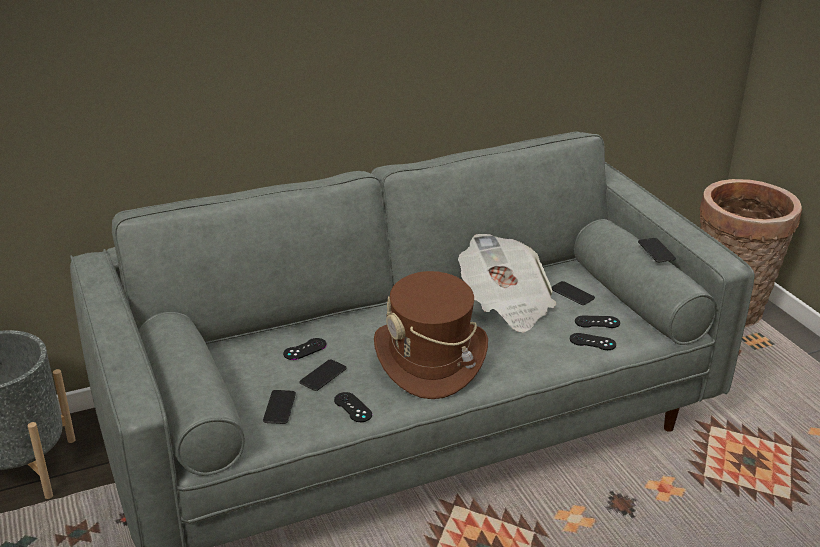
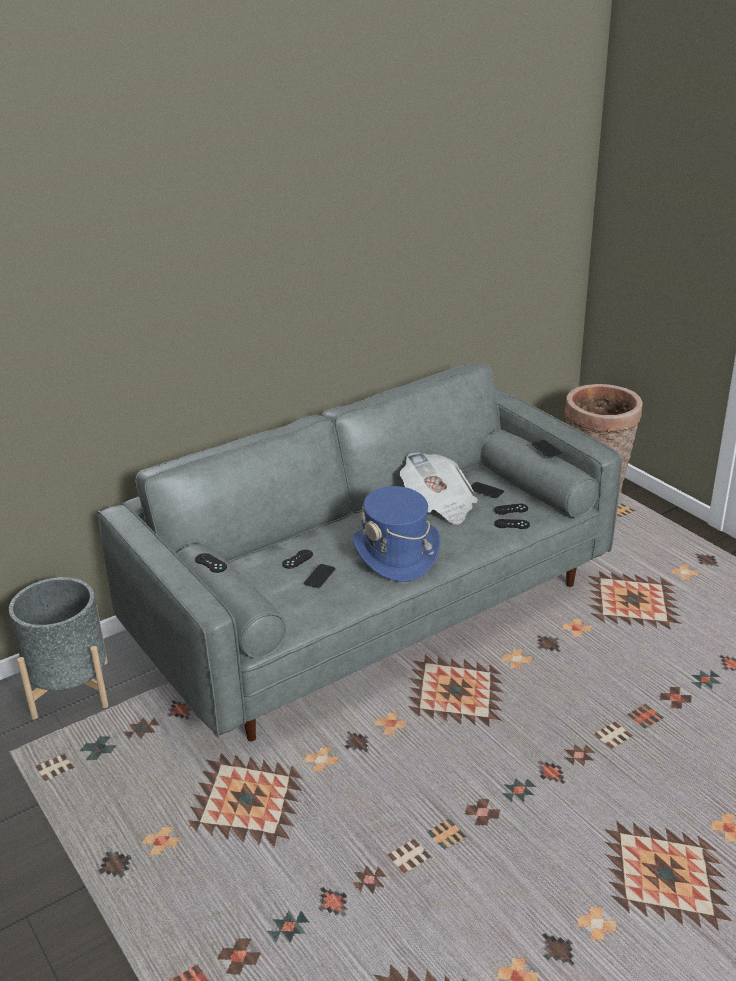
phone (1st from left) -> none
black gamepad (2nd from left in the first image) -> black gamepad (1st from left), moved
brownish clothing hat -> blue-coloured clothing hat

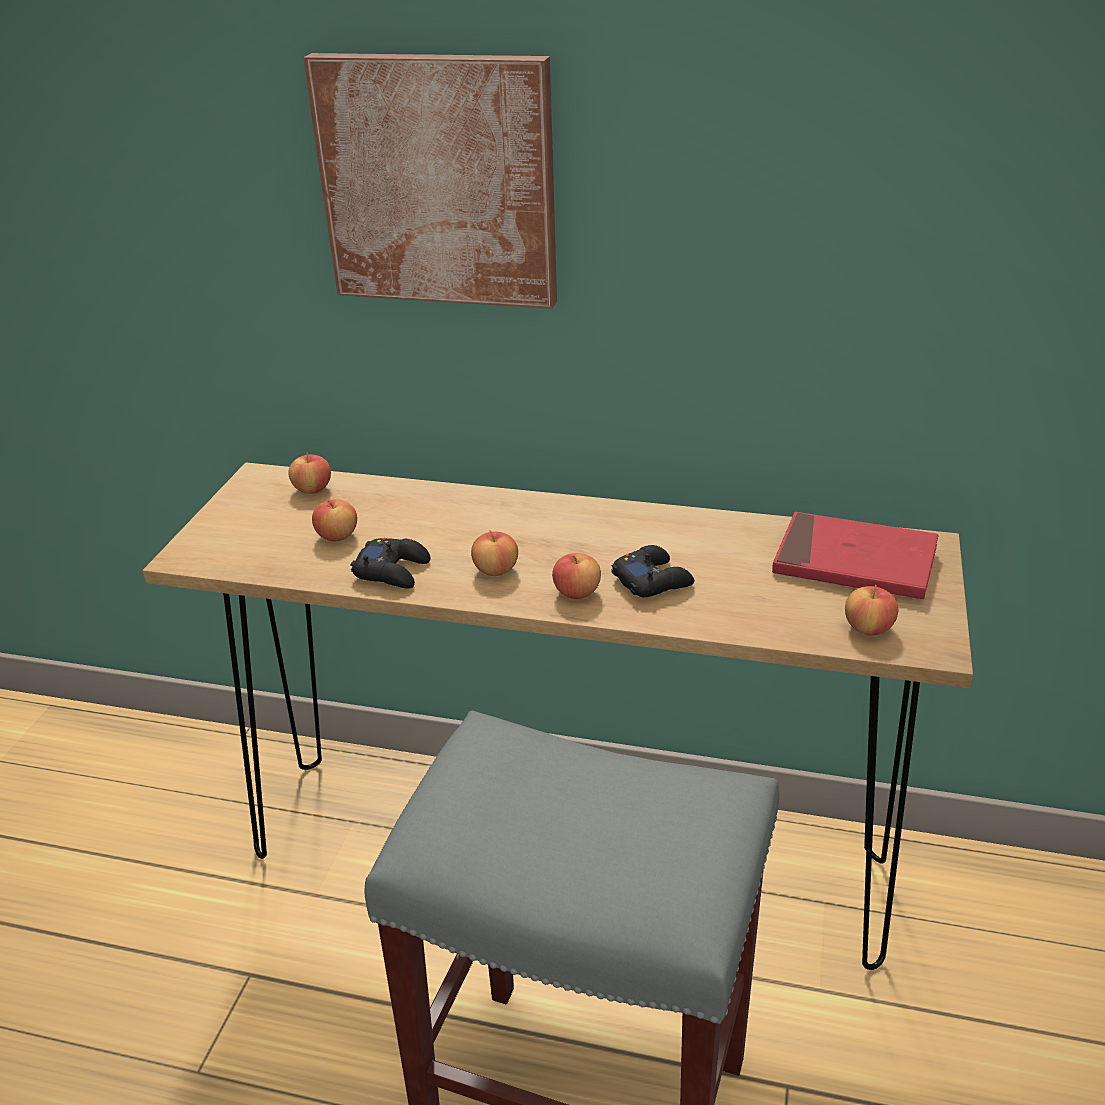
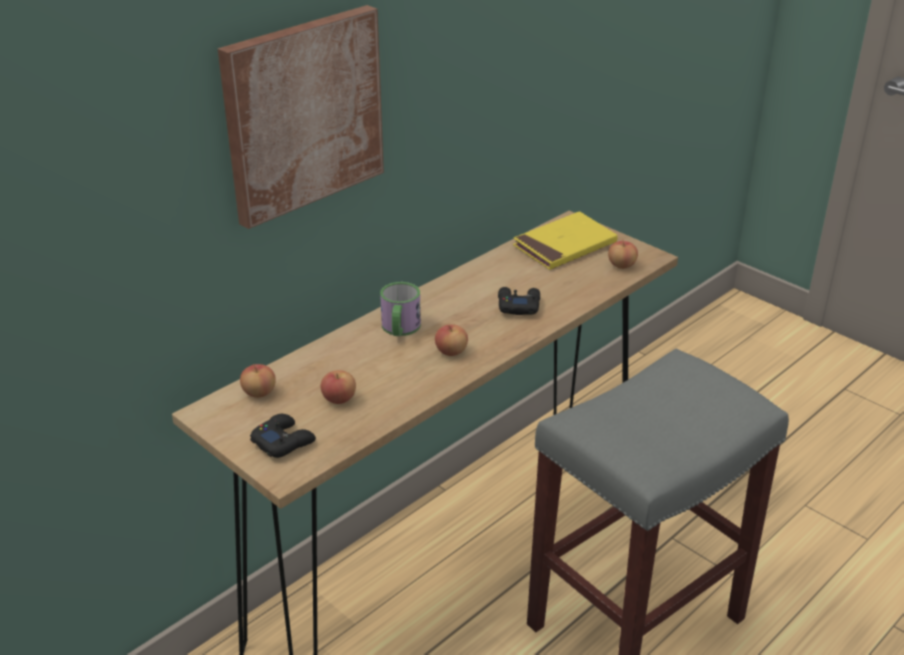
whole apple (4th from left) -> none
none -> coffee mug
black gamepad (1st from left), moved
reddish bound book -> yellowish bound book

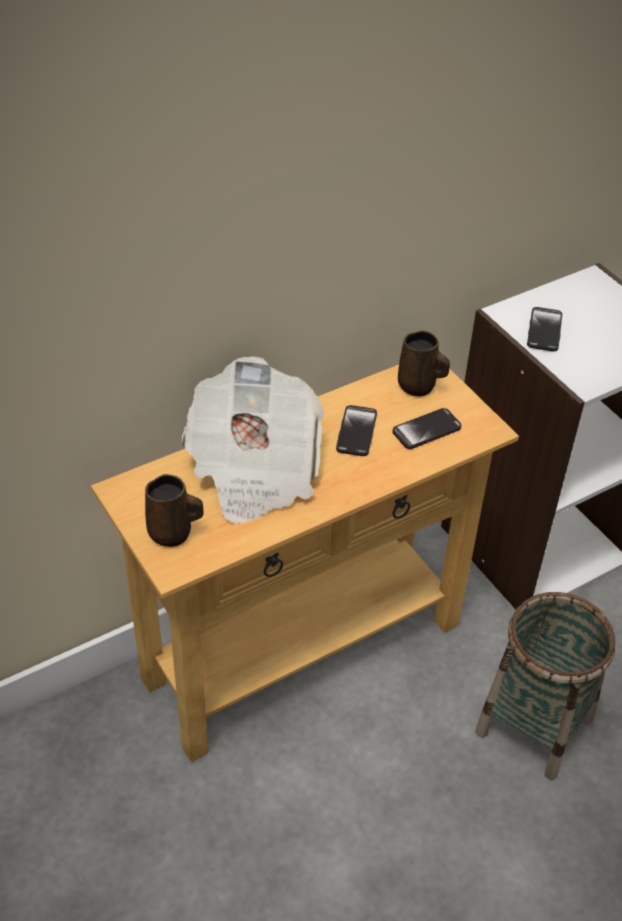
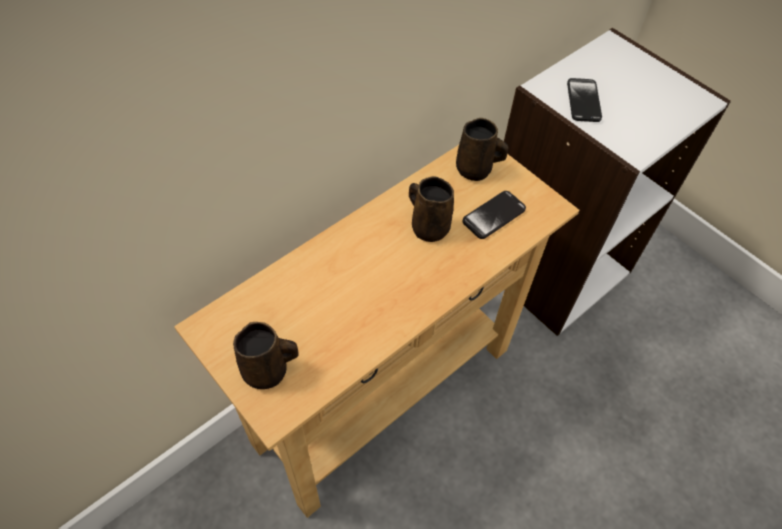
daily paper -> none
storage basket -> none
phone (1st from left) -> brownish coffee mug (2nd from left)

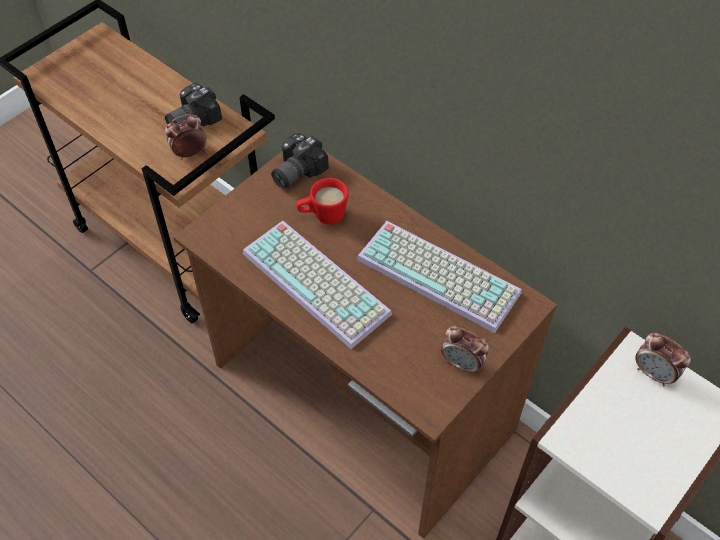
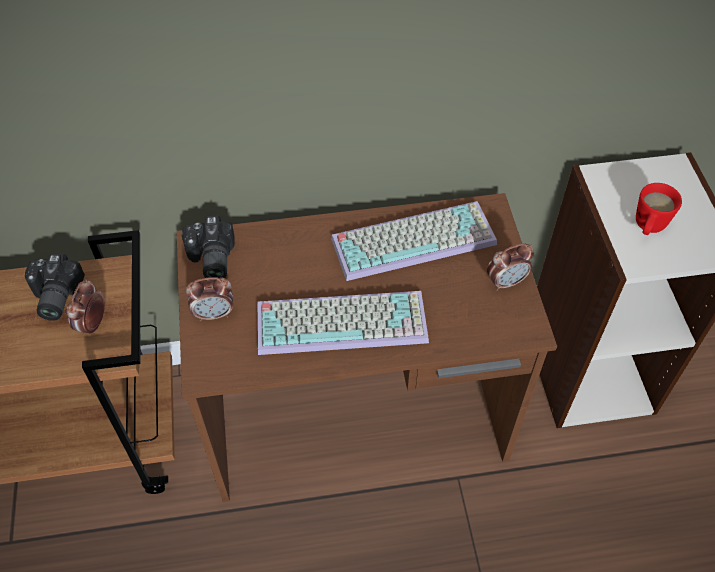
reddish coffee mug, moved
table clock (3rd from left in the first image) -> table clock (2nd from left), moved

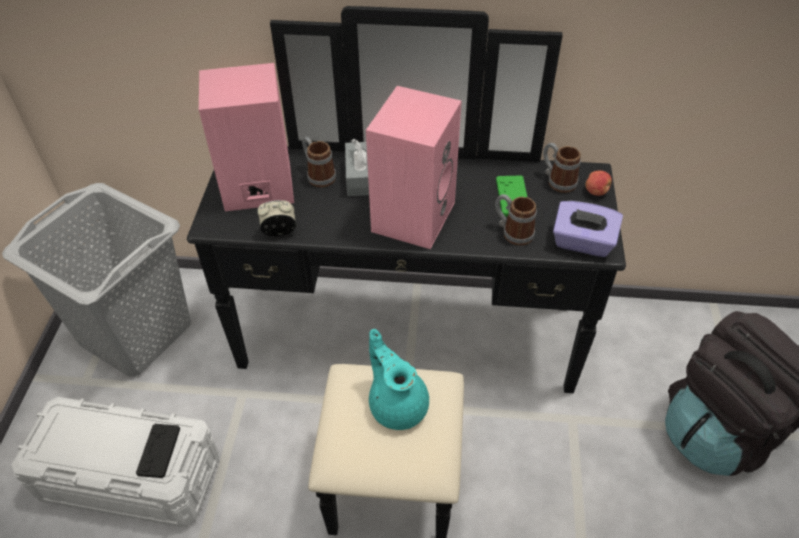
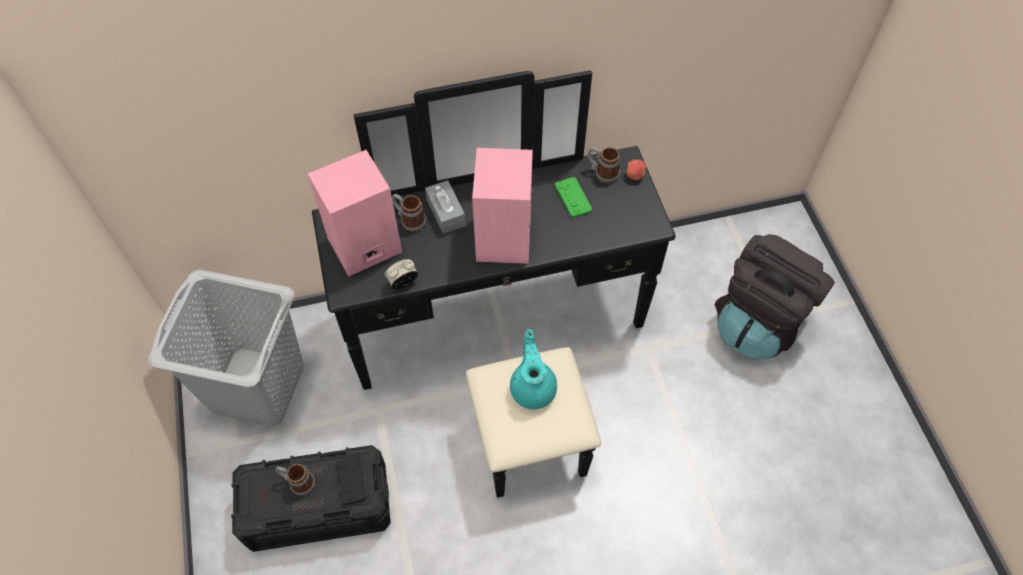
purple tissue holder -> none
coffee mug (2nd from left in the first image) -> coffee mug (1st from left), moved
white storage container -> black storage container
turquoise tea pot, 45 degrees clockwise

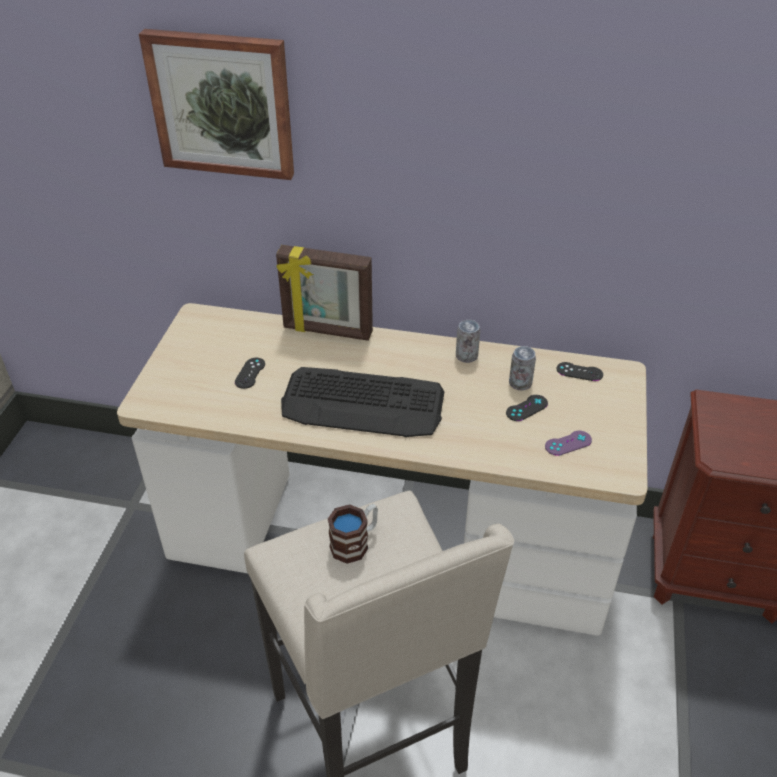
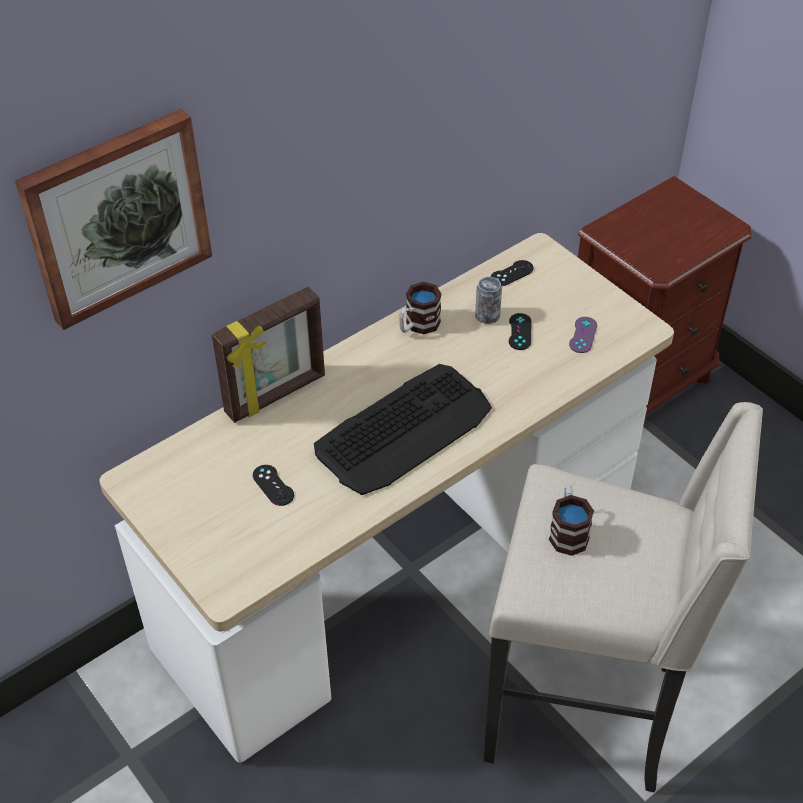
can (1st from left) -> coffee mug (1st from left)

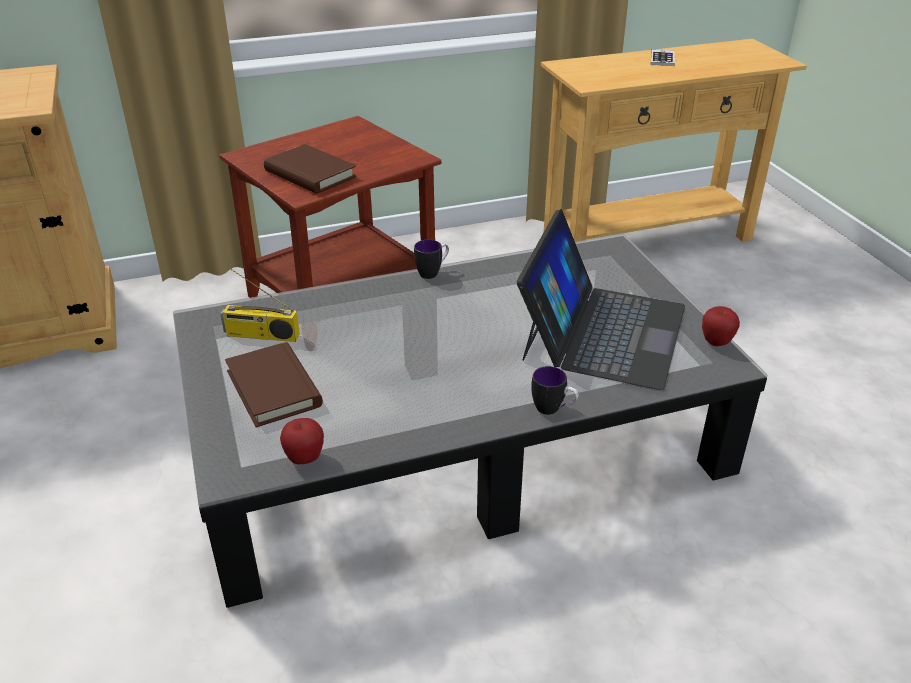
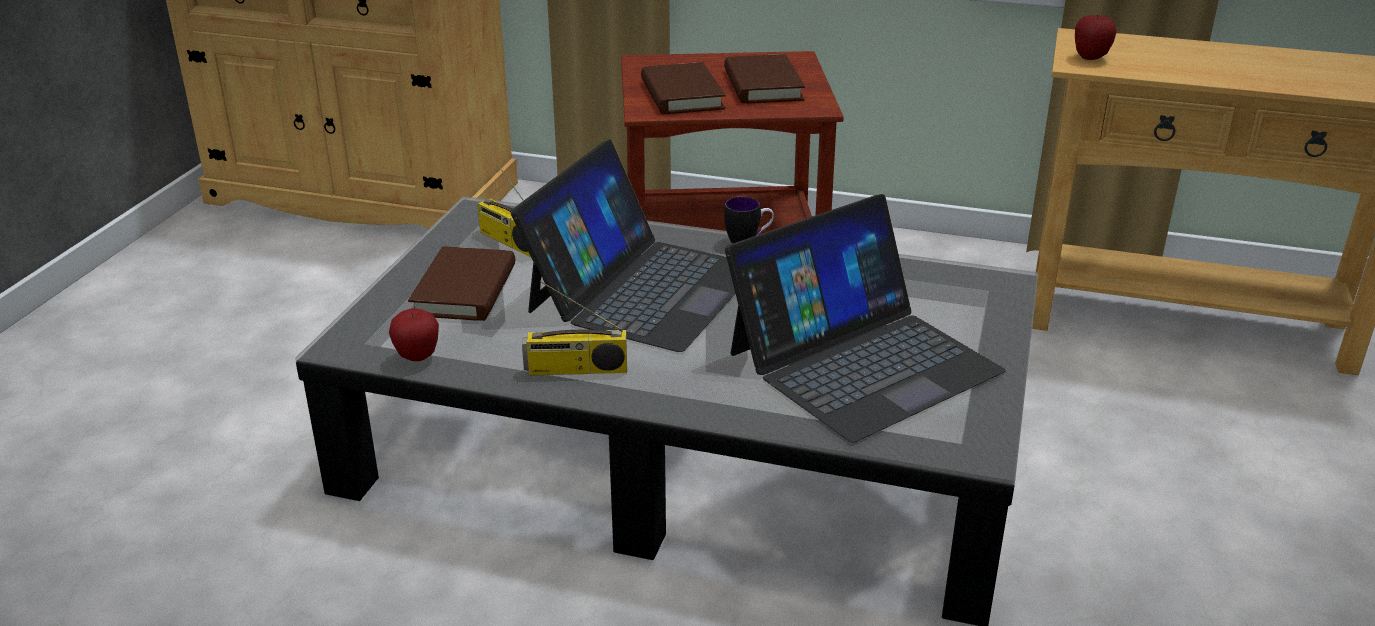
coffee mug (2nd from left) -> none
phone -> none
none -> portable computer (1st from left)
none -> radio receiver (2nd from left)
none -> brownish bound book (3rd from left)
whole apple (2nd from left), moved

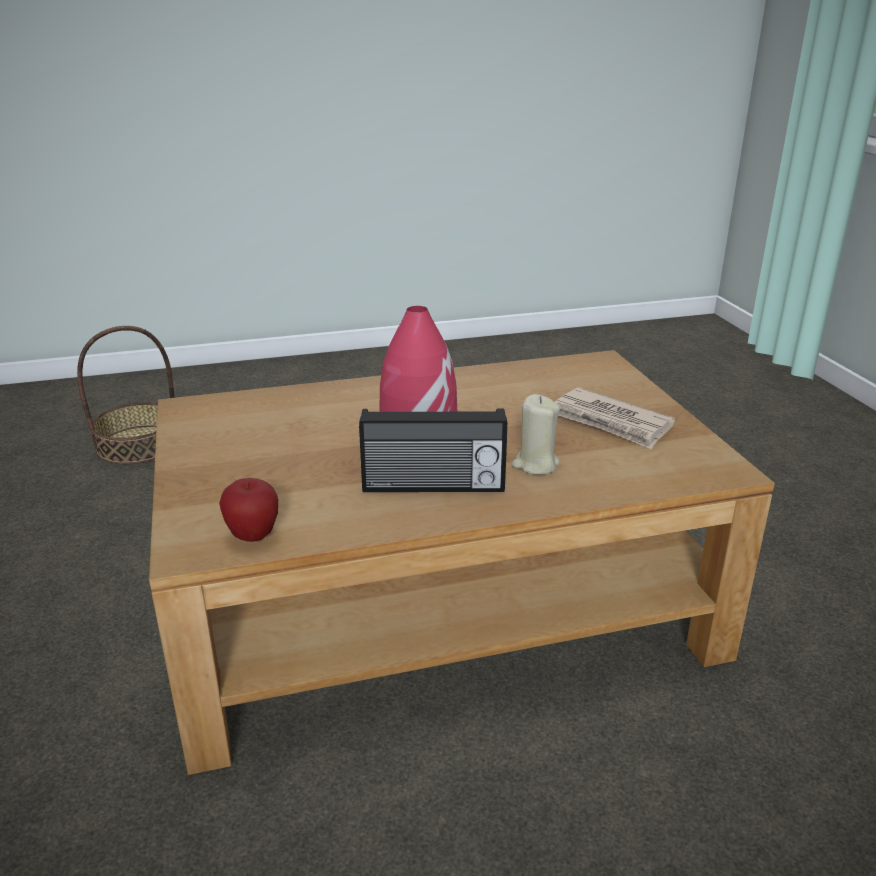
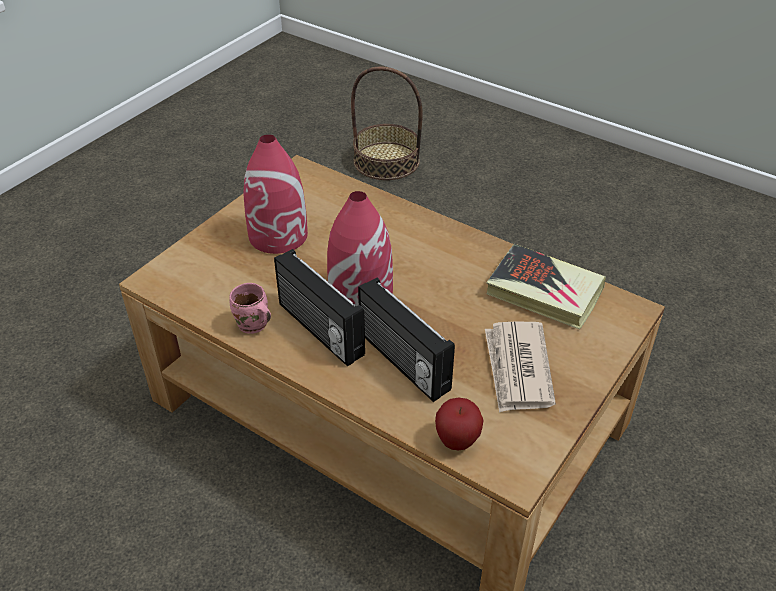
none -> pinkish coffee mug
none -> reddish decorative vase (1st from left)
none -> bound book
whole apple, moved
beige-coloured wax light -> radio receiver (2nd from left)

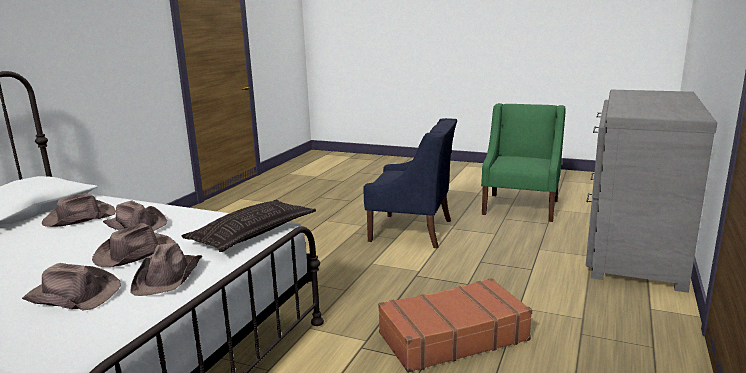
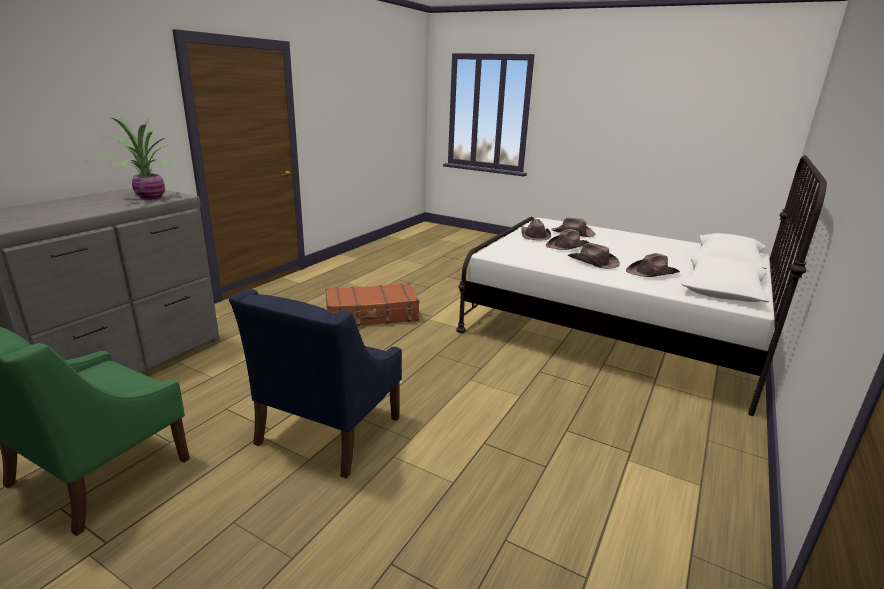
throw pillow -> none
none -> plant in a pot
blue-coloured lounge chair, 90 degrees counterclockwise

